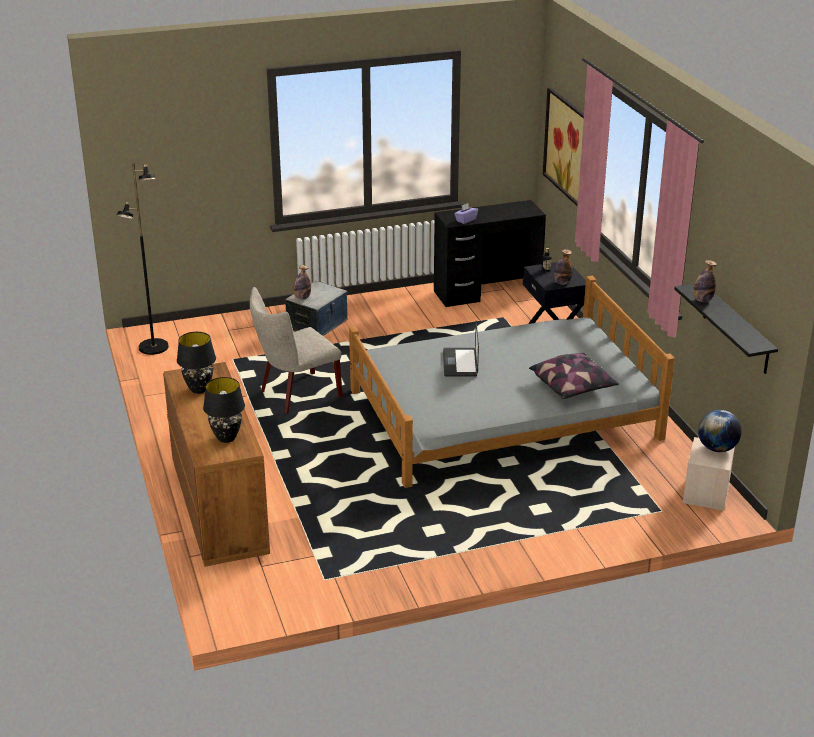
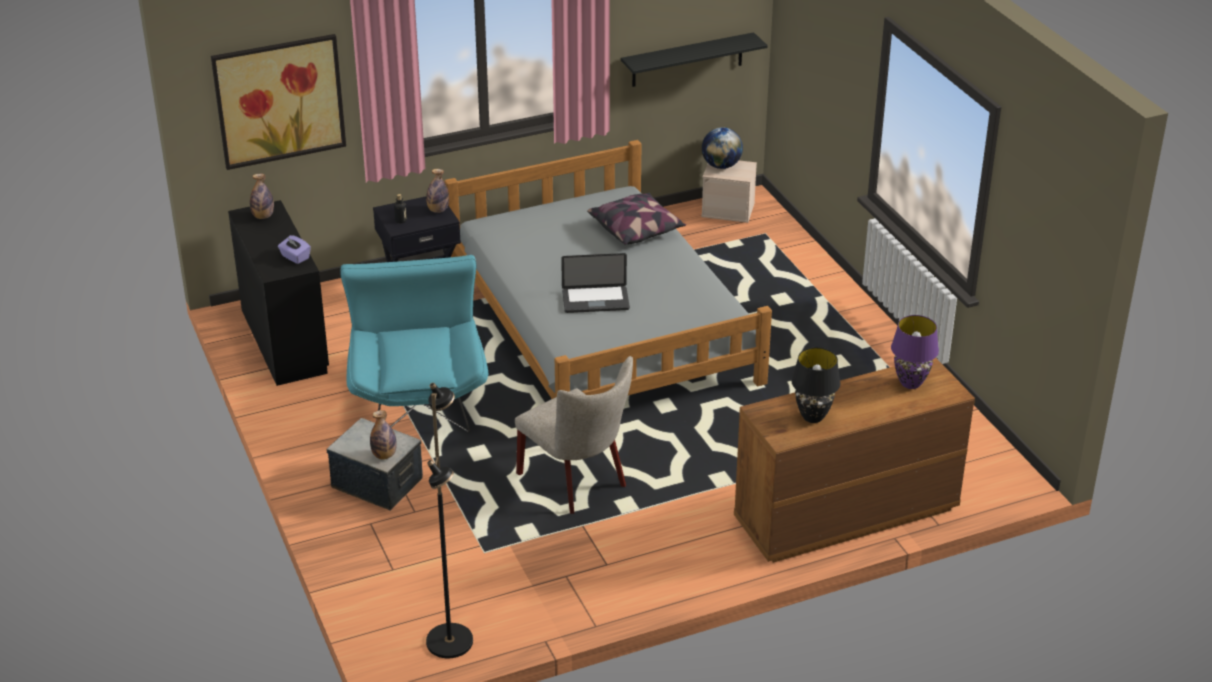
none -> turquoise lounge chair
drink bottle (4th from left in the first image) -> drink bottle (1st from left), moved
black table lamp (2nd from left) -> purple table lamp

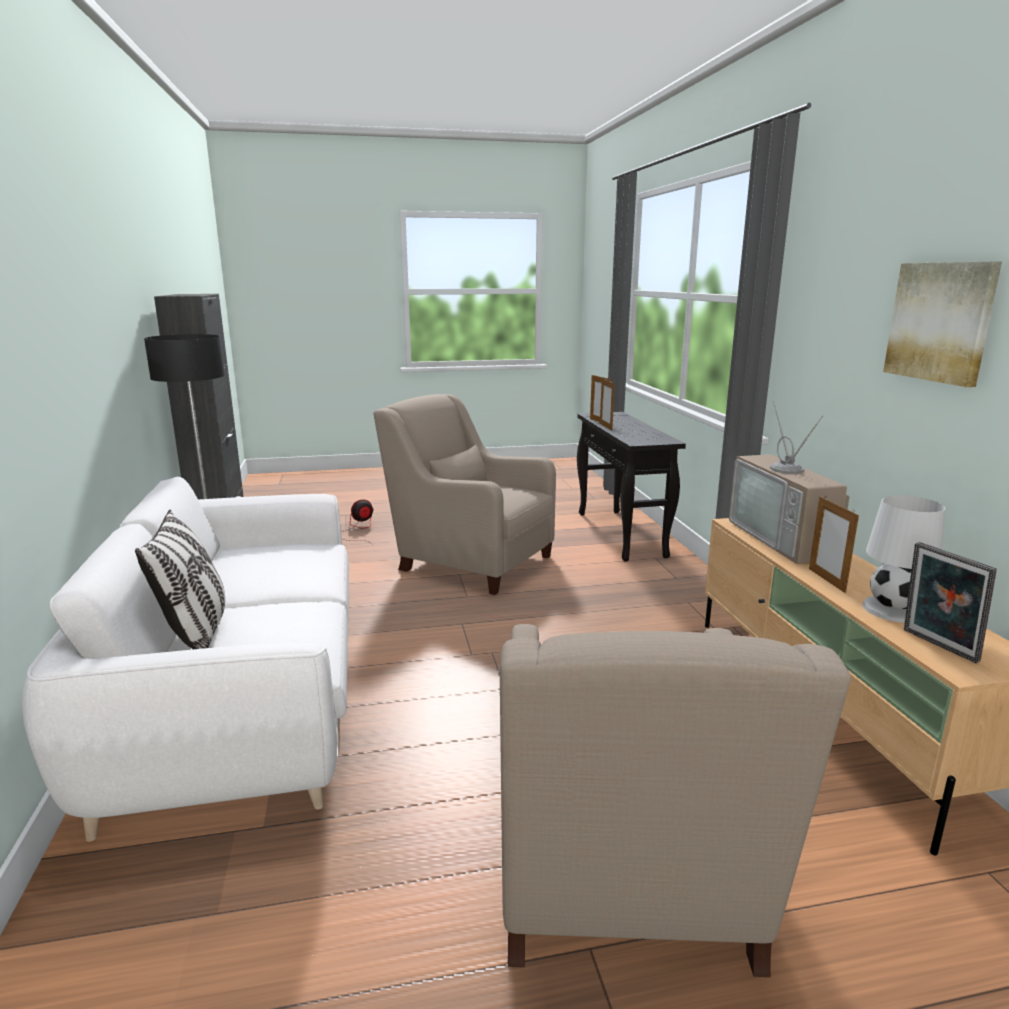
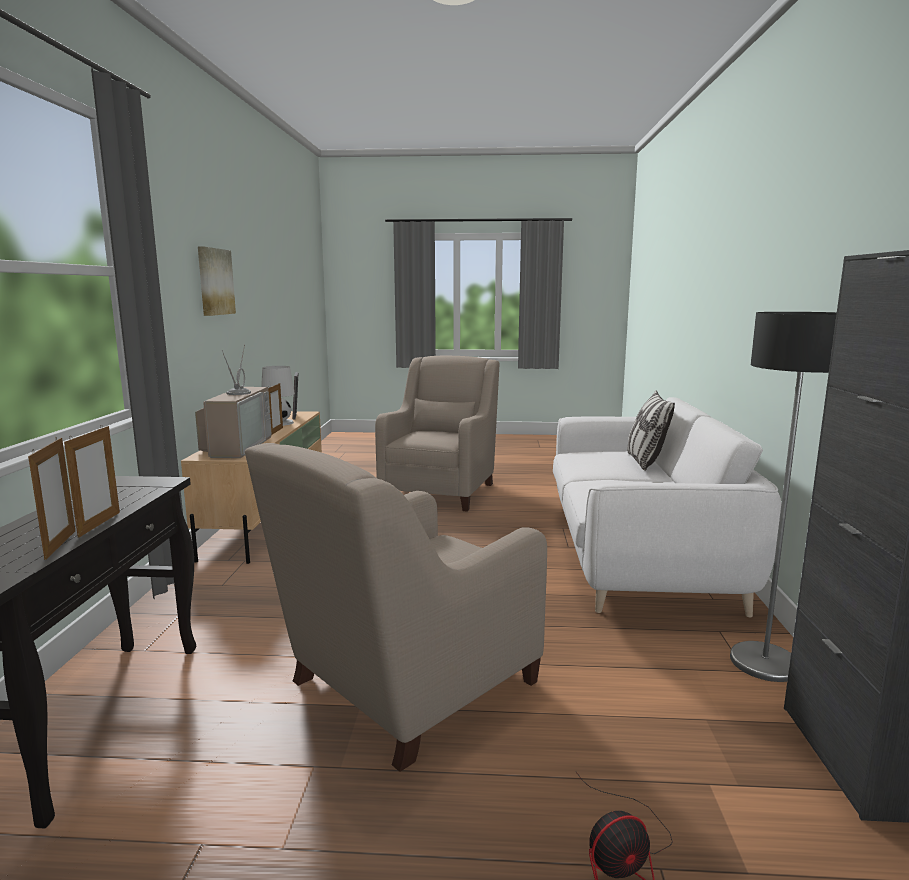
beige-coloured lounge chair (1st from left), 90 degrees clockwise

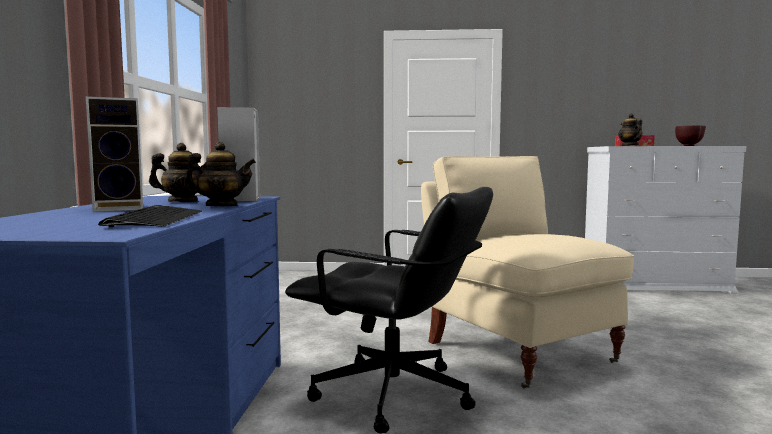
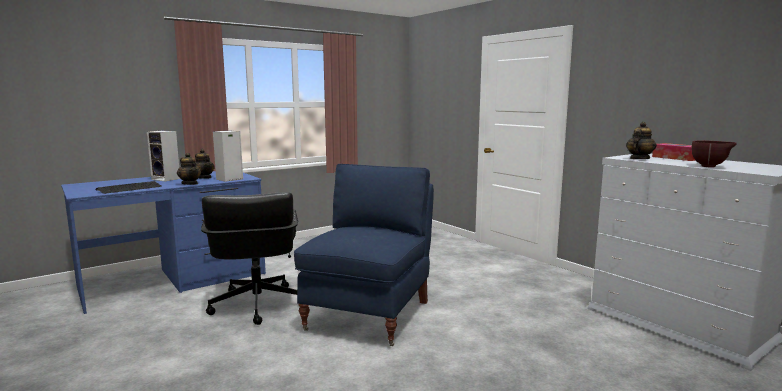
beige-coloured lounge chair -> blue-coloured lounge chair

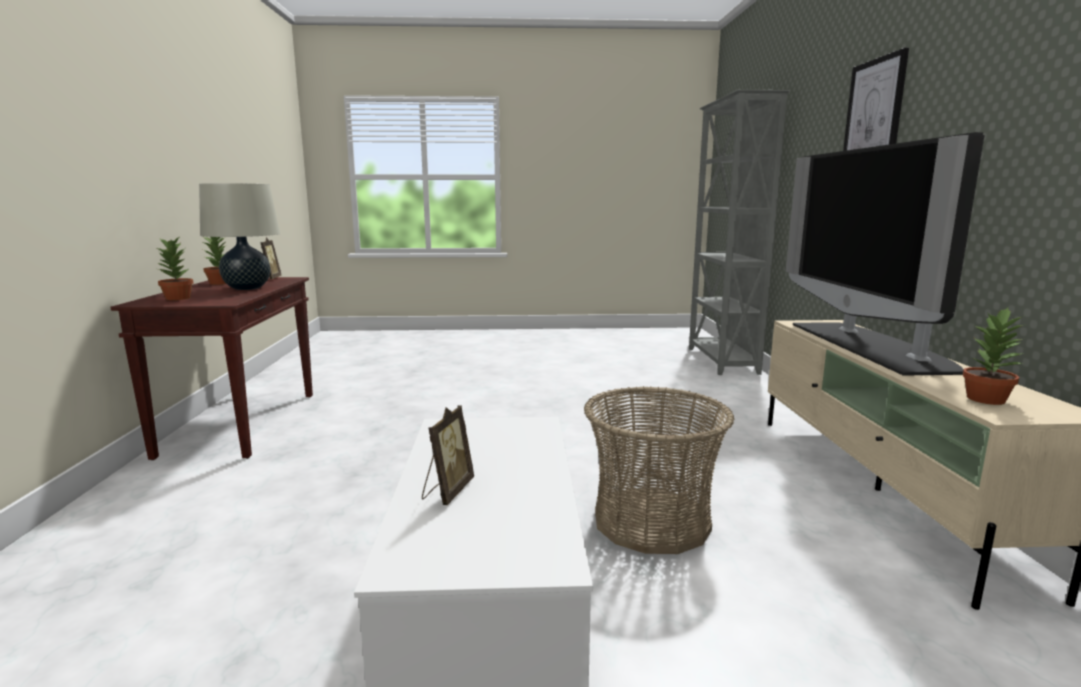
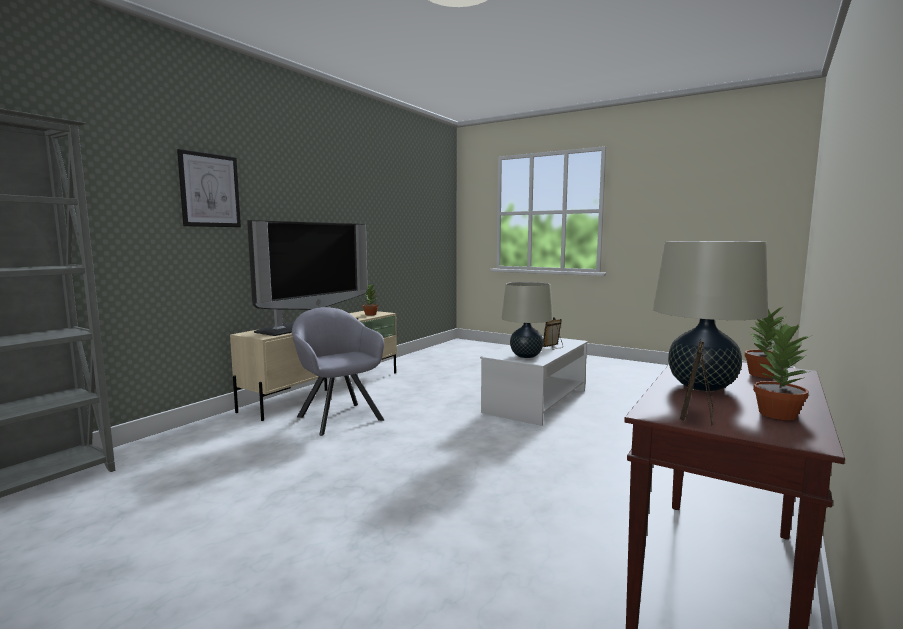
storage basket -> none
none -> greyish lounge chair
none -> beige-coloured table lamp (1st from left)

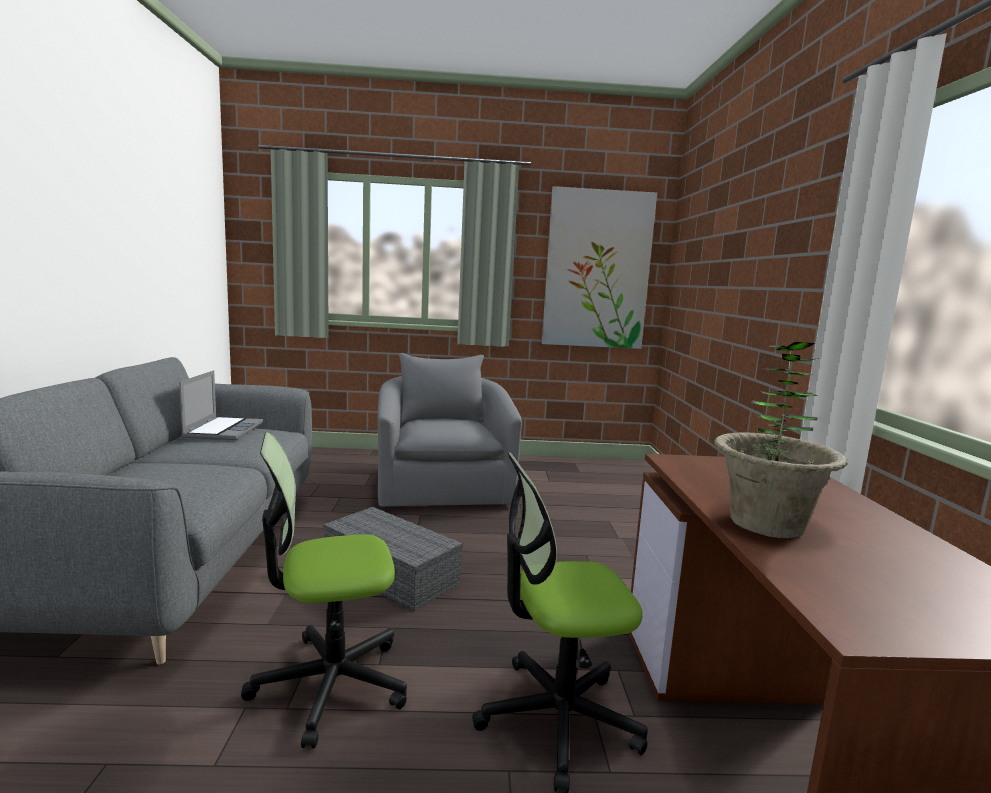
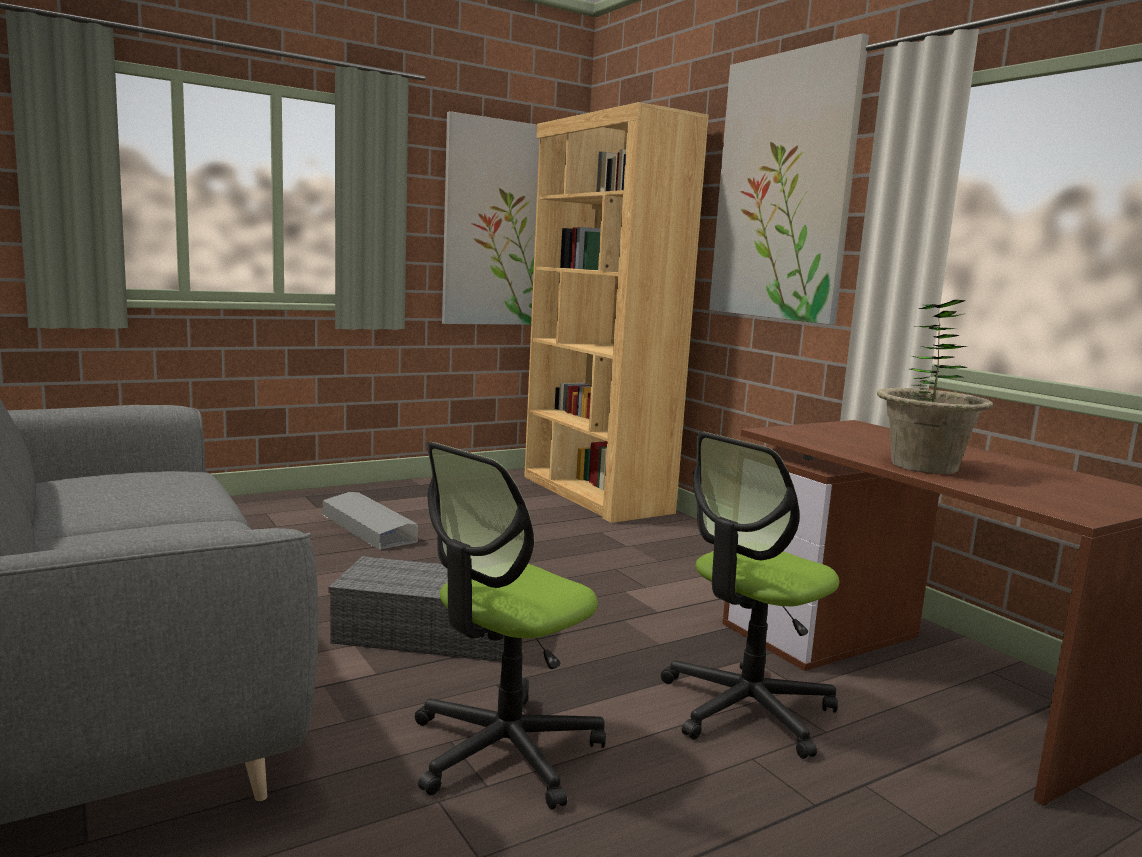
portable computer -> none
none -> brownish shelving unit
none -> wall picture (2nd from left)
greyish lounge chair -> greyish storage container (1st from left)

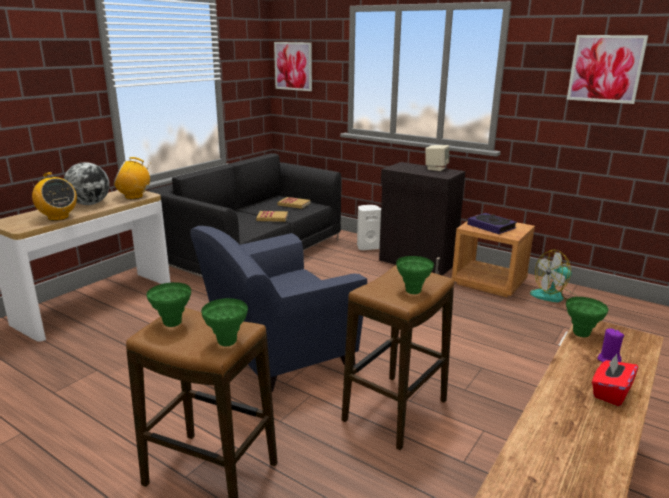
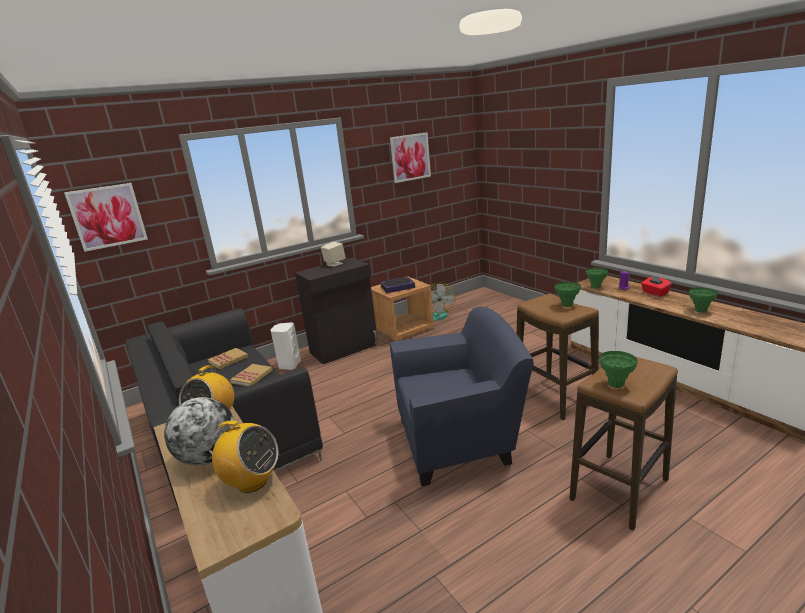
green-coloured decorative vase (2nd from left in the first image) -> green-coloured decorative vase (4th from left), moved
radio receiver (1st from left in the first image) -> radio receiver (2nd from left), 45 degrees clockwise
blue-coloured lounge chair, 90 degrees counterclockwise

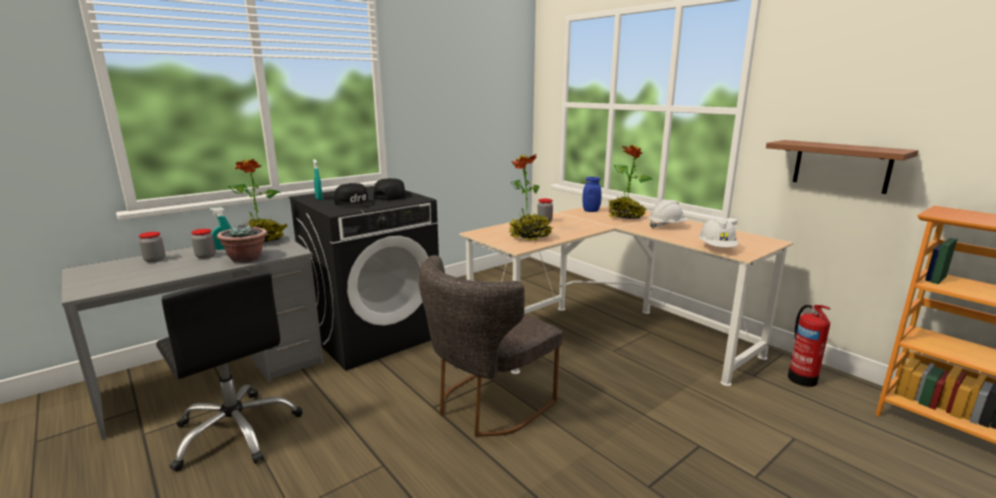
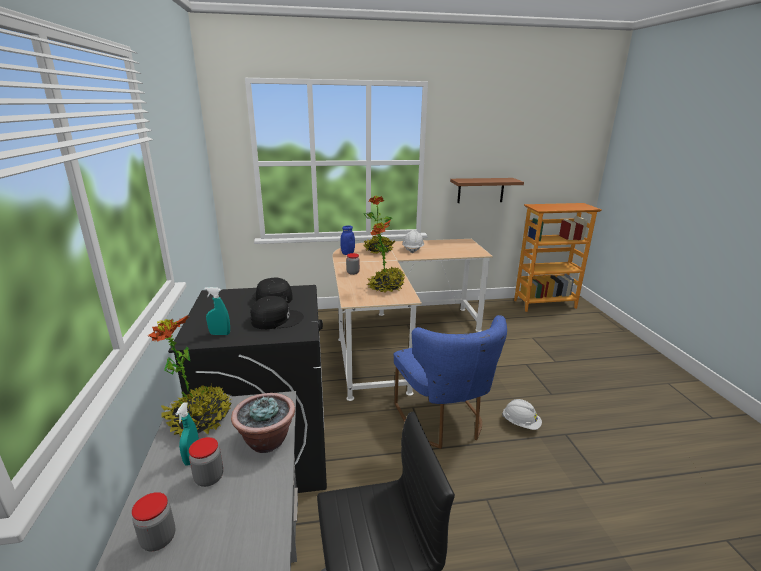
fire-fighting cylinder -> none
white work helmet (2nd from left), moved
greyish chair -> blue-coloured chair

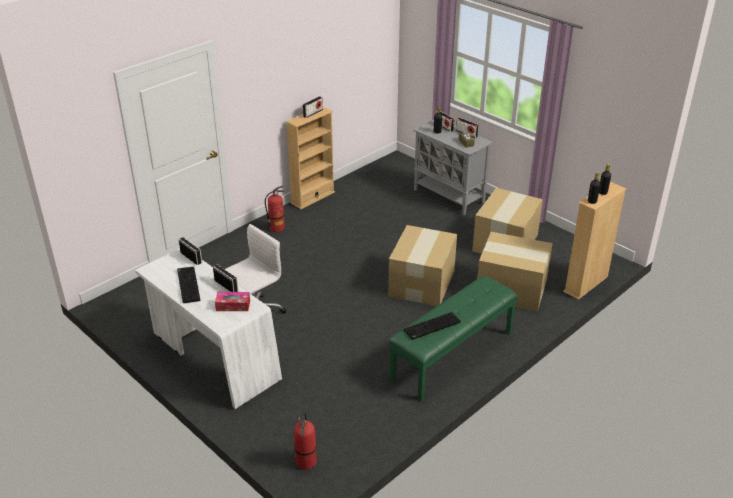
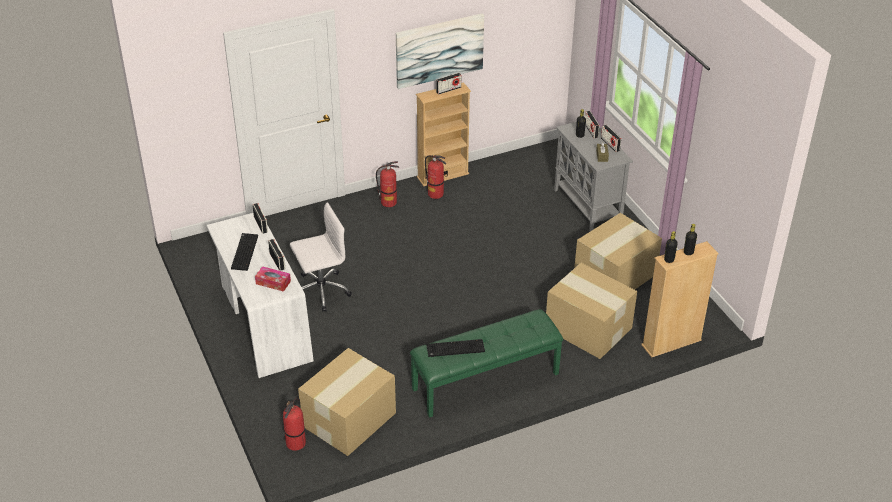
none -> wall picture
none -> fire-fighting cylinder (3rd from left)
packing box (1st from left), moved

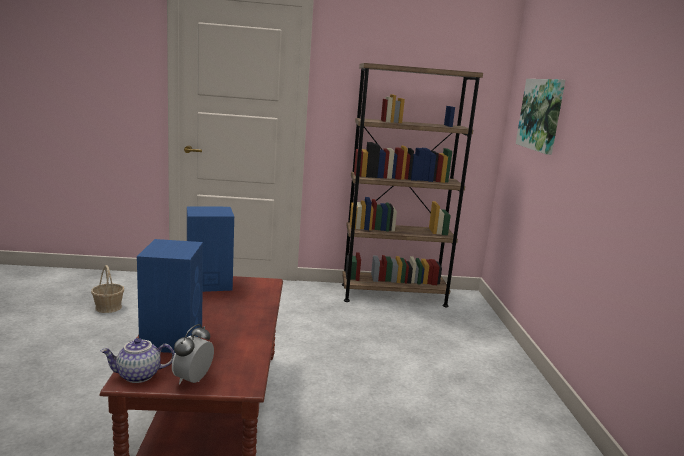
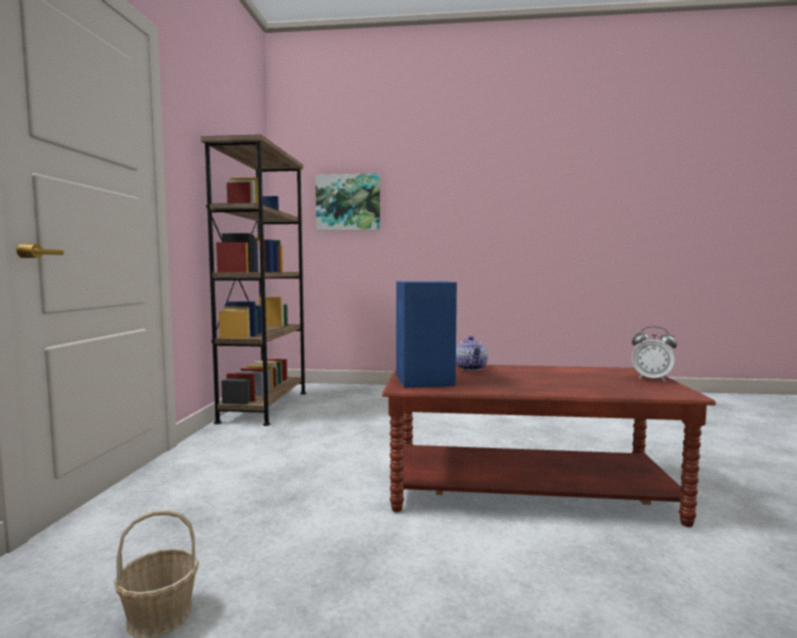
blue-coloured speaker (1st from left) -> none
tea pot, moved

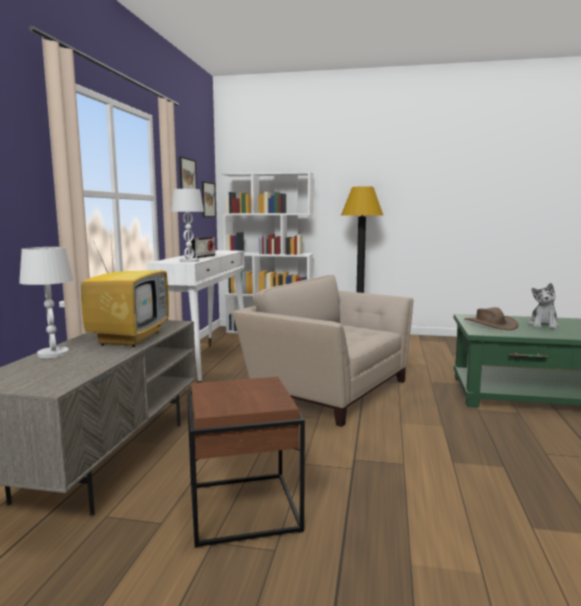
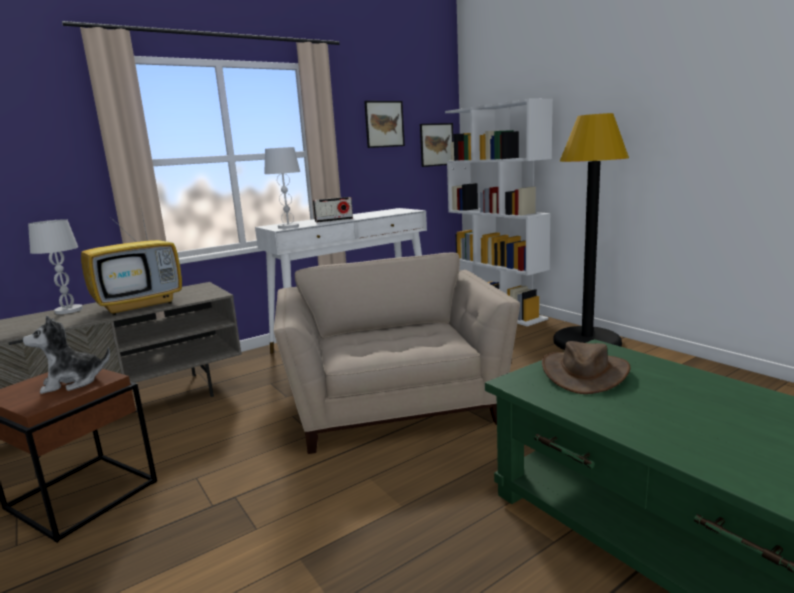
soft toy, moved

